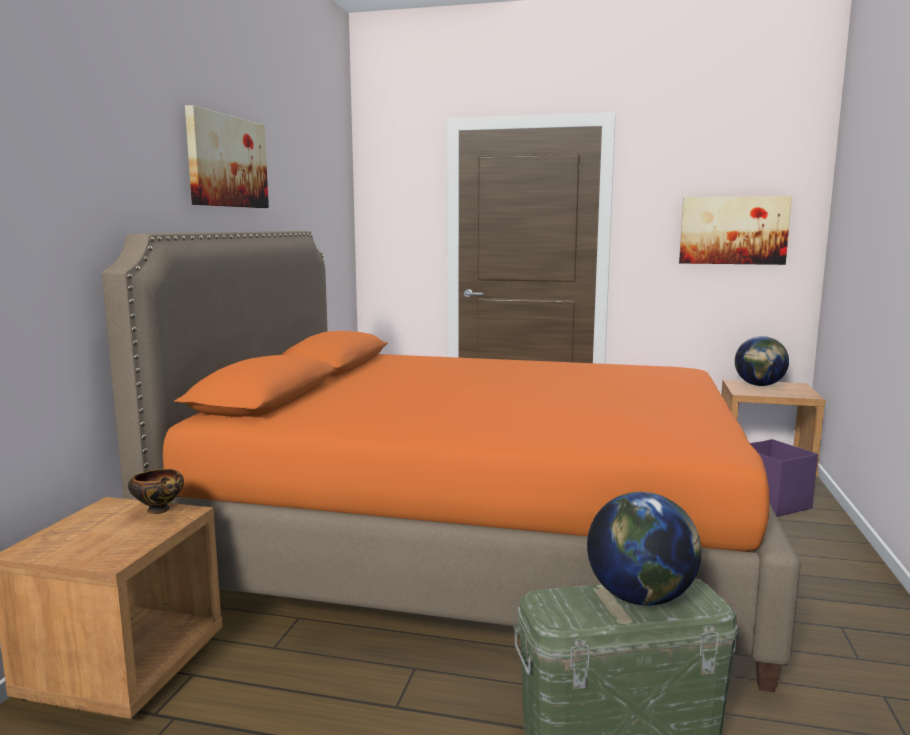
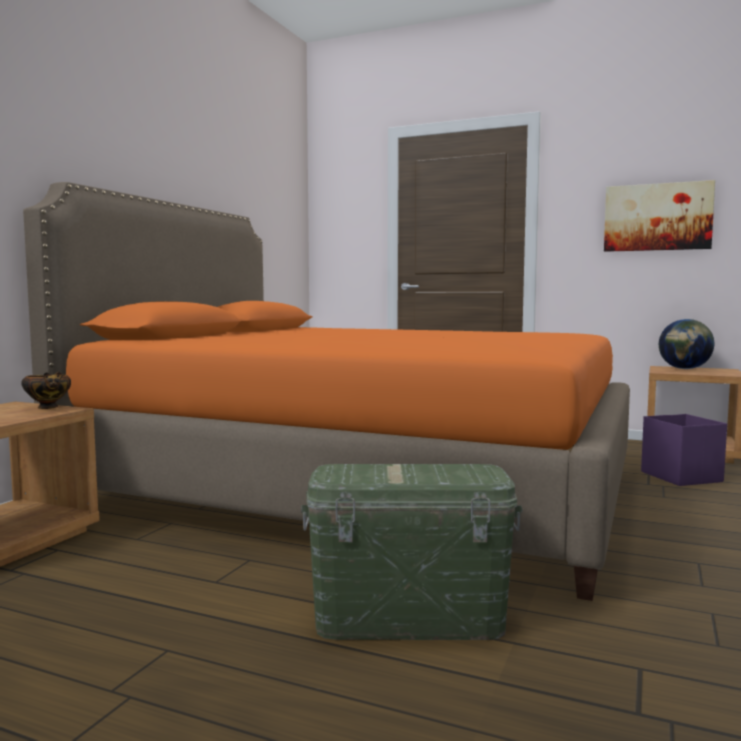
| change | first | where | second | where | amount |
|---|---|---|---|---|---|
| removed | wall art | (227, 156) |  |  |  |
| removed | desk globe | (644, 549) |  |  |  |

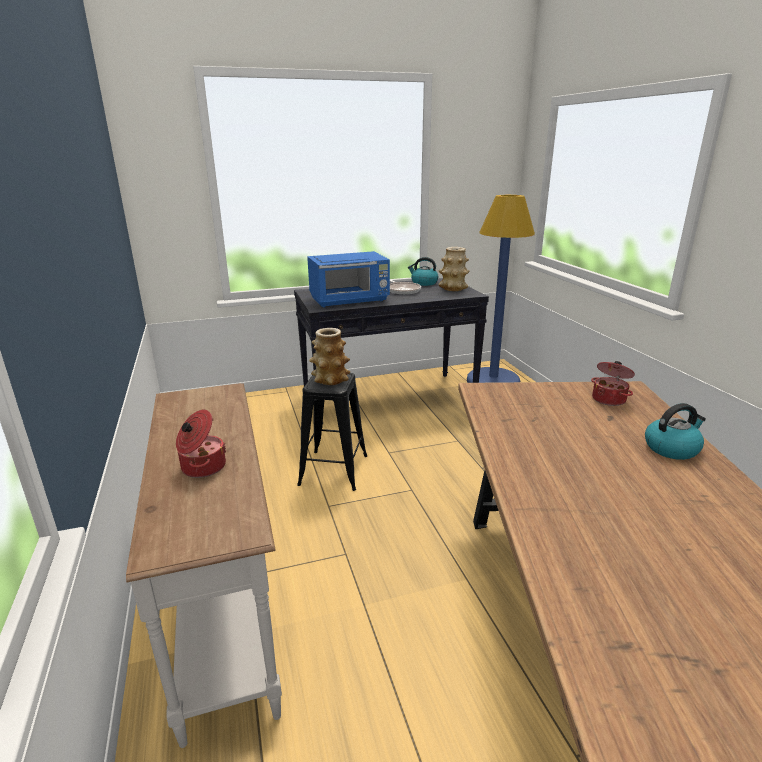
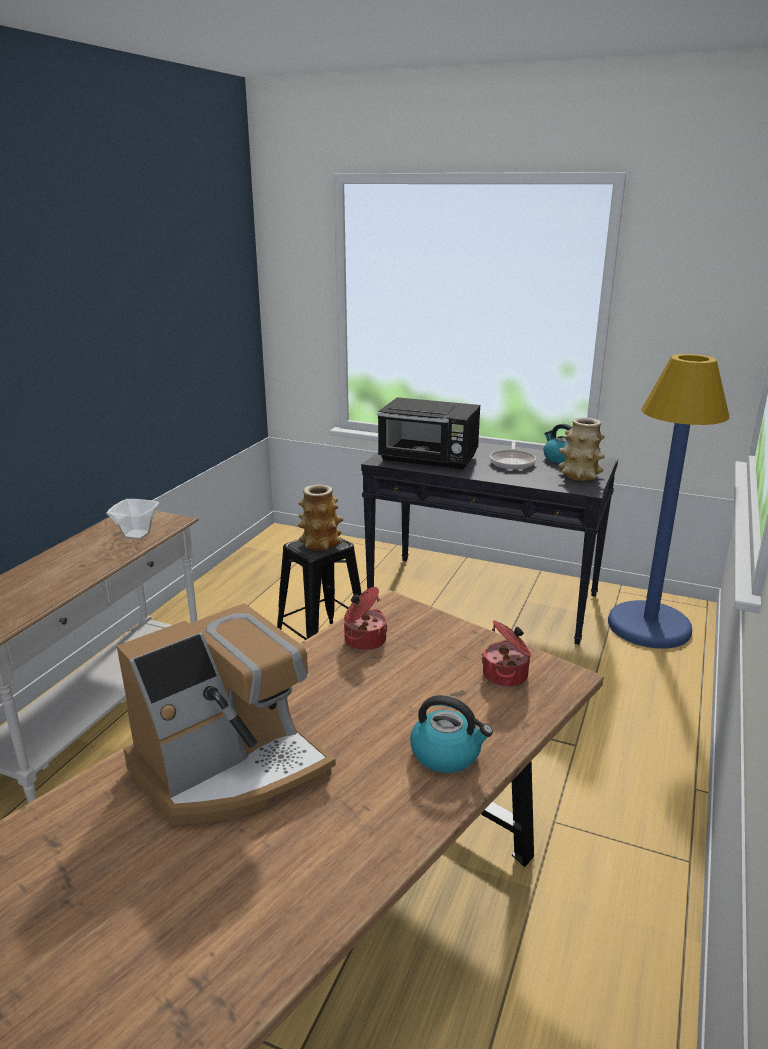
| change | first | where | second | where | amount |
|---|---|---|---|---|---|
| added |  |  | bowl | (132, 519) |  |
| added |  |  | coffee machine | (226, 714) |  |
| moved | saucepot | (201, 444) |  | (366, 619) |  |
| recoloured | blue-coloured kitchen microwave | (348, 279) | black kitchen microwave | (428, 433) |  |

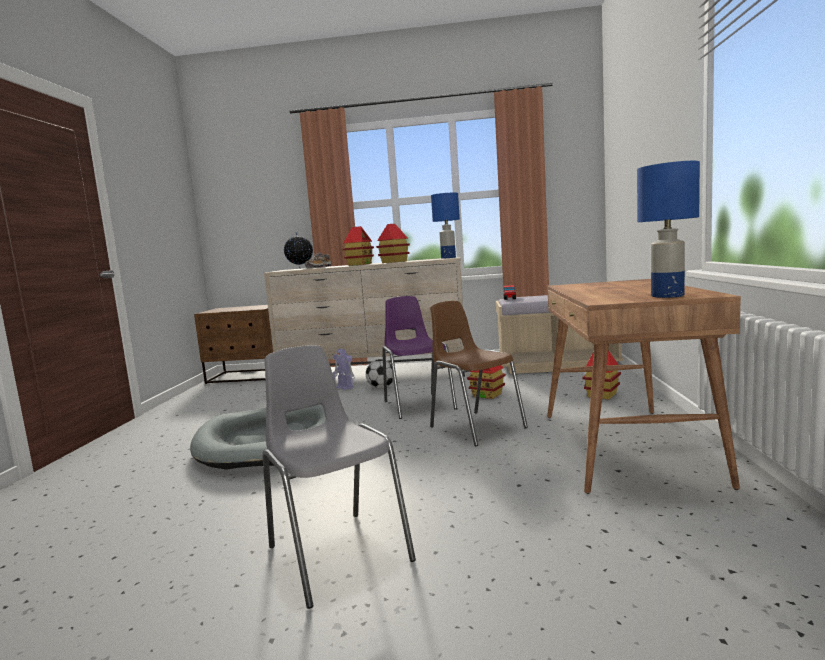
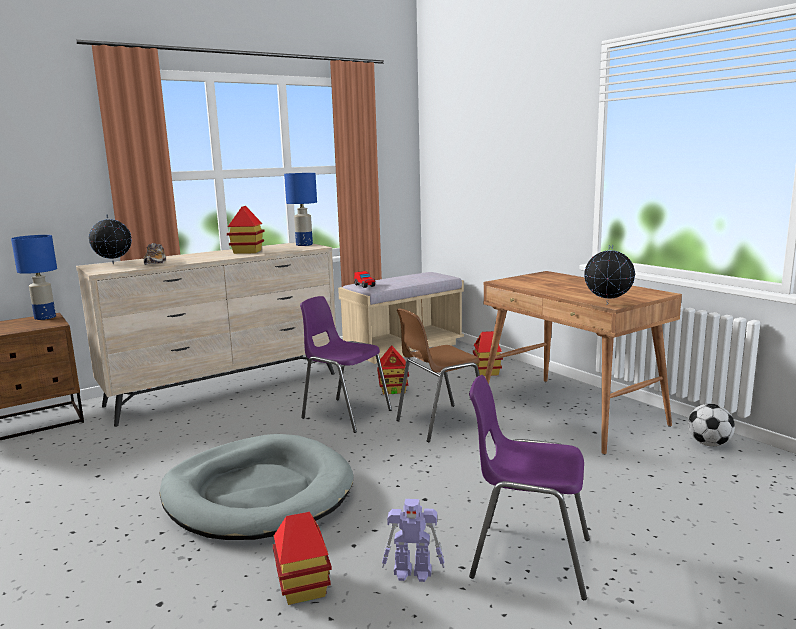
| change | first | where | second | where | amount |
|---|---|---|---|---|---|
| moved | blue-coloured table lamp | (668, 229) |  | (34, 277) |  |
| moved | toy house | (358, 246) |  | (302, 558) |  |
| moved | toy robot | (344, 369) |  | (413, 540) |  |
| turned | brown plain chair | (479, 373) |  | (438, 375) | 45 degrees counterclockwise |
| recoloured | gray plain chair | (339, 477) | purple plain chair | (529, 487) |  |
| added |  |  | desk globe | (609, 275) |  |
| moved | ball for football | (379, 374) |  | (711, 425) |  |

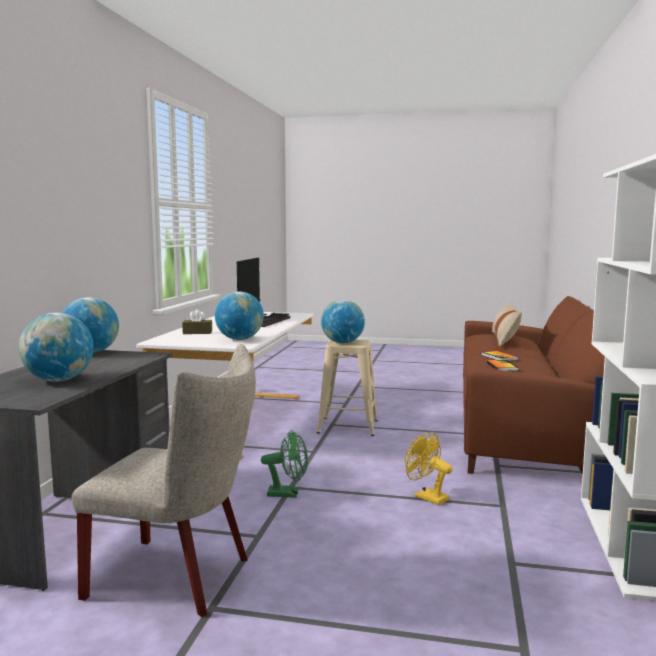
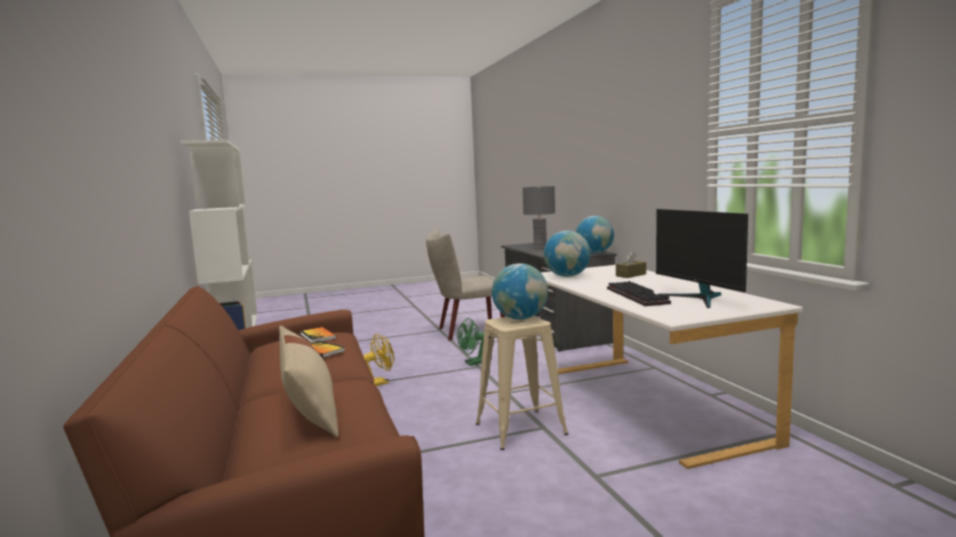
| change | first | where | second | where | amount |
|---|---|---|---|---|---|
| turned | yellow-coloured electric fan | (429, 468) |  | (378, 359) | 45 degrees counterclockwise |
| replaced | desk globe | (56, 347) | gray table lamp | (539, 217) |  |

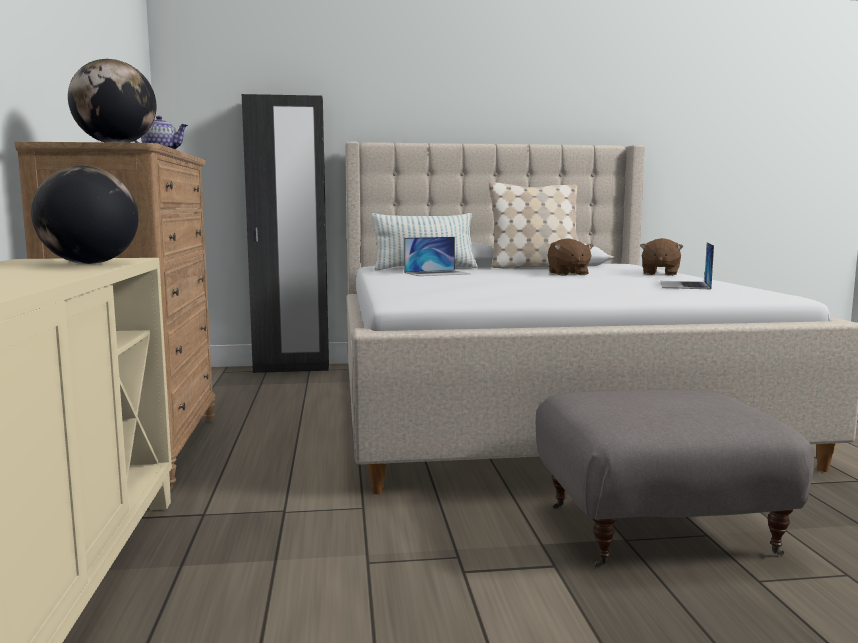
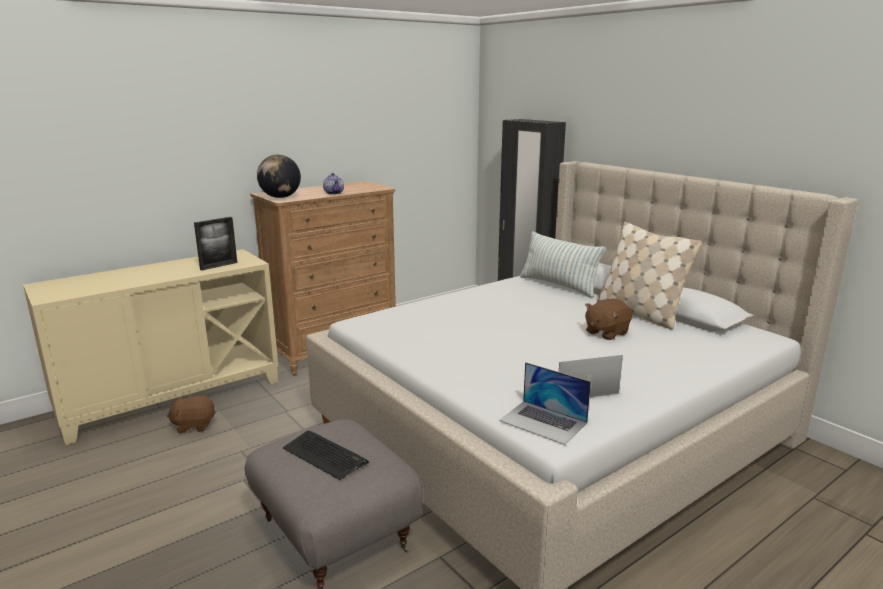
| change | first | where | second | where | amount |
|---|---|---|---|---|---|
| moved | brown soft toy | (661, 257) |  | (191, 414) |  |
| replaced | desk globe | (85, 215) | photo frame | (215, 243) |  |
| added |  |  | computer keyboard | (326, 455) |  |
| moved | laptop | (437, 256) |  | (545, 403) |  |

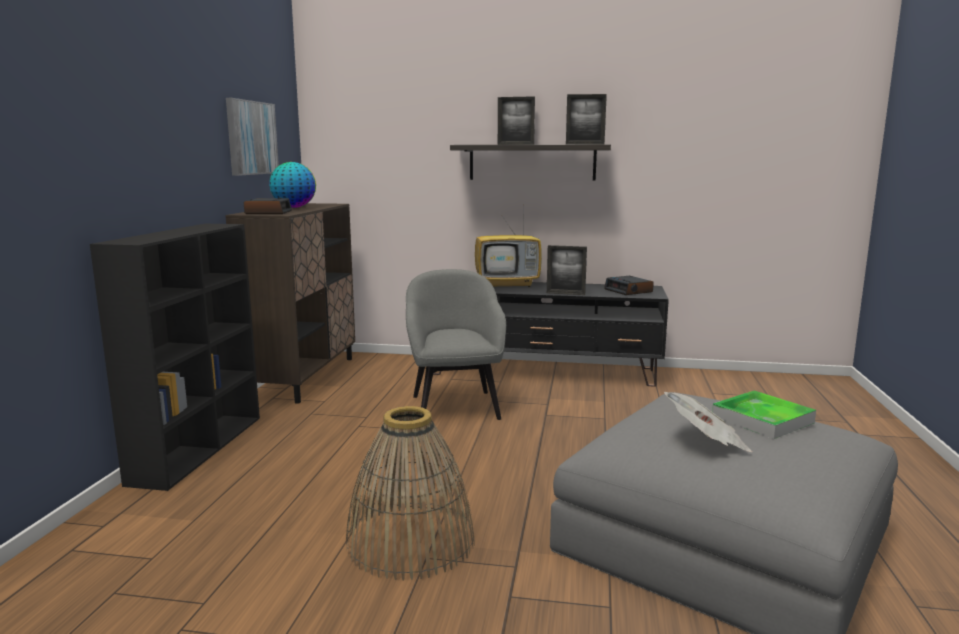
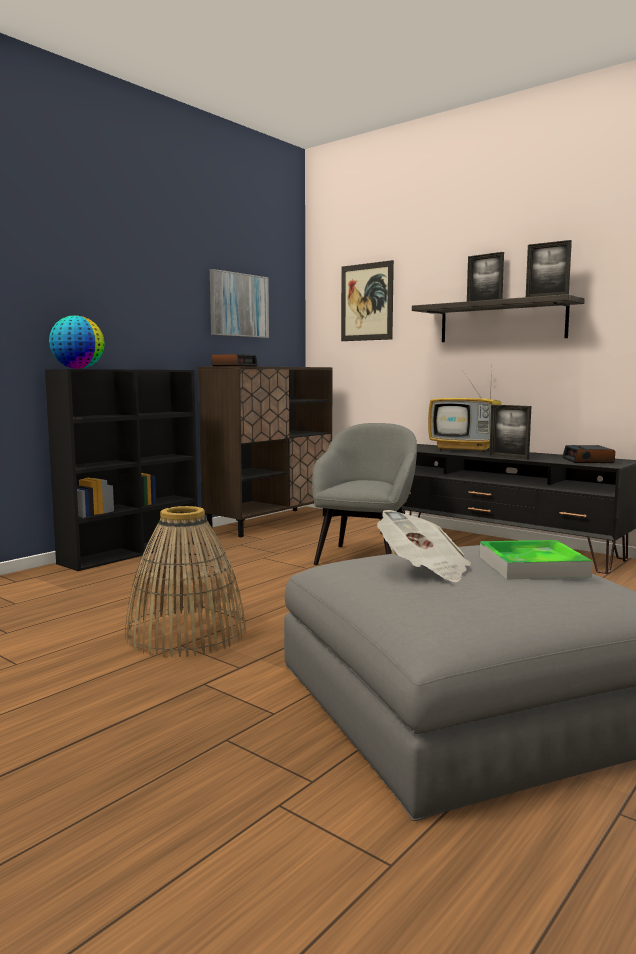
| change | first | where | second | where | amount |
|---|---|---|---|---|---|
| moved | desk globe | (292, 185) |  | (77, 342) |  |
| added |  |  | wall art | (367, 300) |  |

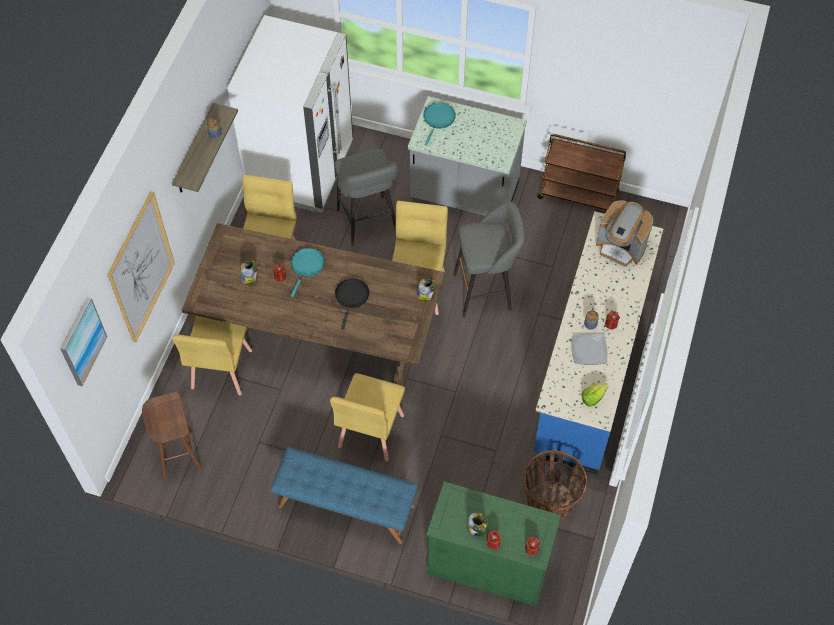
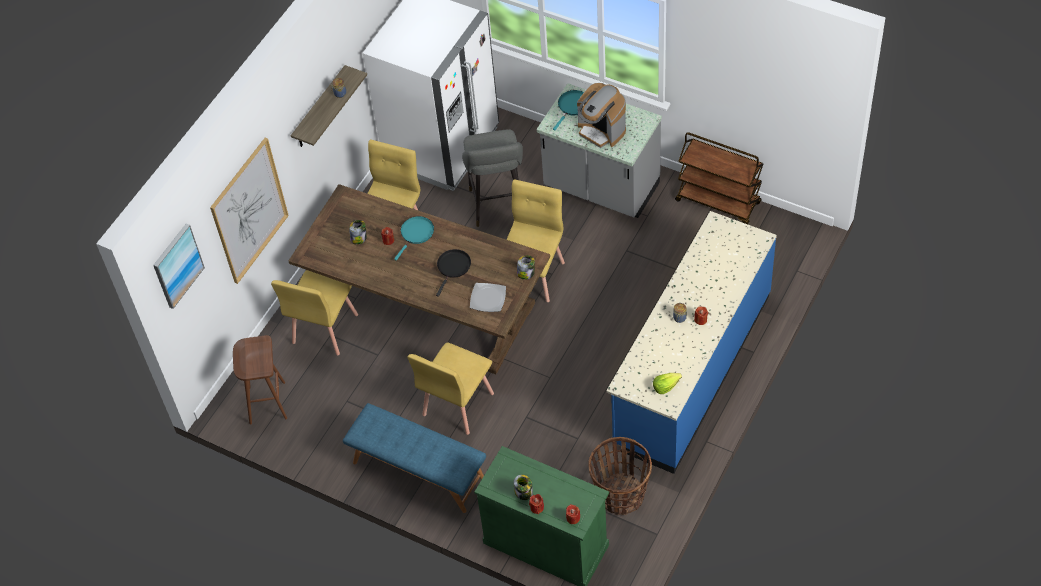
| change | first | where | second | where | amount |
|---|---|---|---|---|---|
| moved | flat dish | (589, 349) |  | (488, 297) |  |
| moved | coffee machine | (624, 233) |  | (601, 115) |  |
| removed | gray sitting stool | (489, 259) |  |  |  |

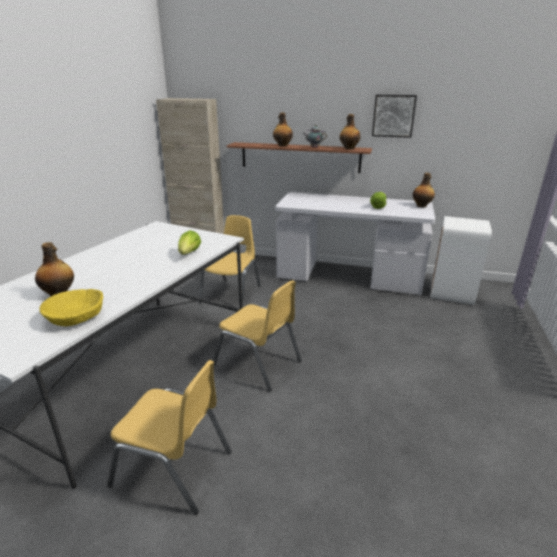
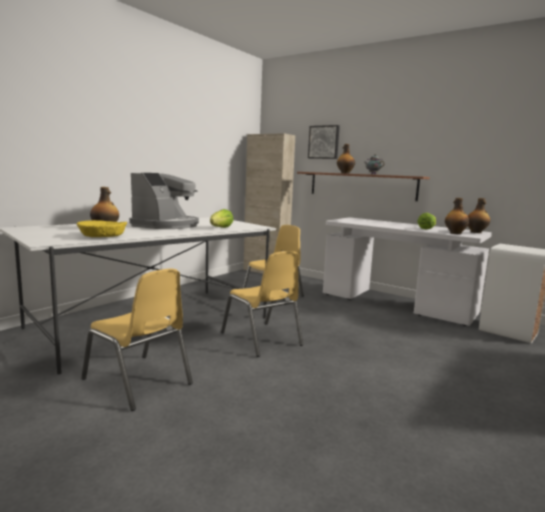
| change | first | where | second | where | amount |
|---|---|---|---|---|---|
| added |  |  | coffee machine | (164, 201) |  |
| moved | wall art | (394, 116) |  | (324, 142) |  |
| moved | drink bottle | (350, 132) |  | (457, 216) |  |

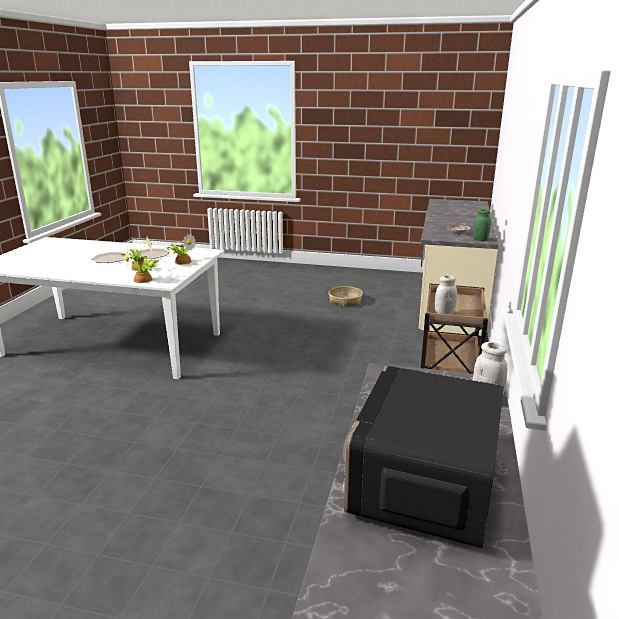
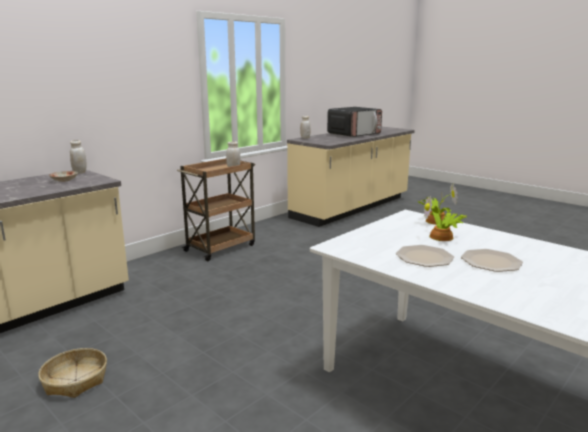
| change | first | where | second | where | amount |
|---|---|---|---|---|---|
| recoloured | greenish jar | (482, 225) | white jar | (78, 157) |  |
| removed | plant in a pot | (181, 248) |  |  |  |

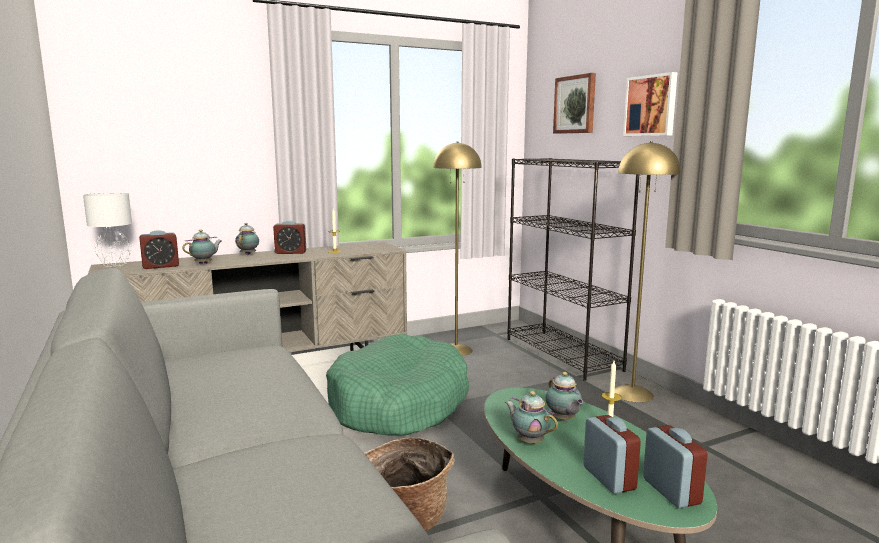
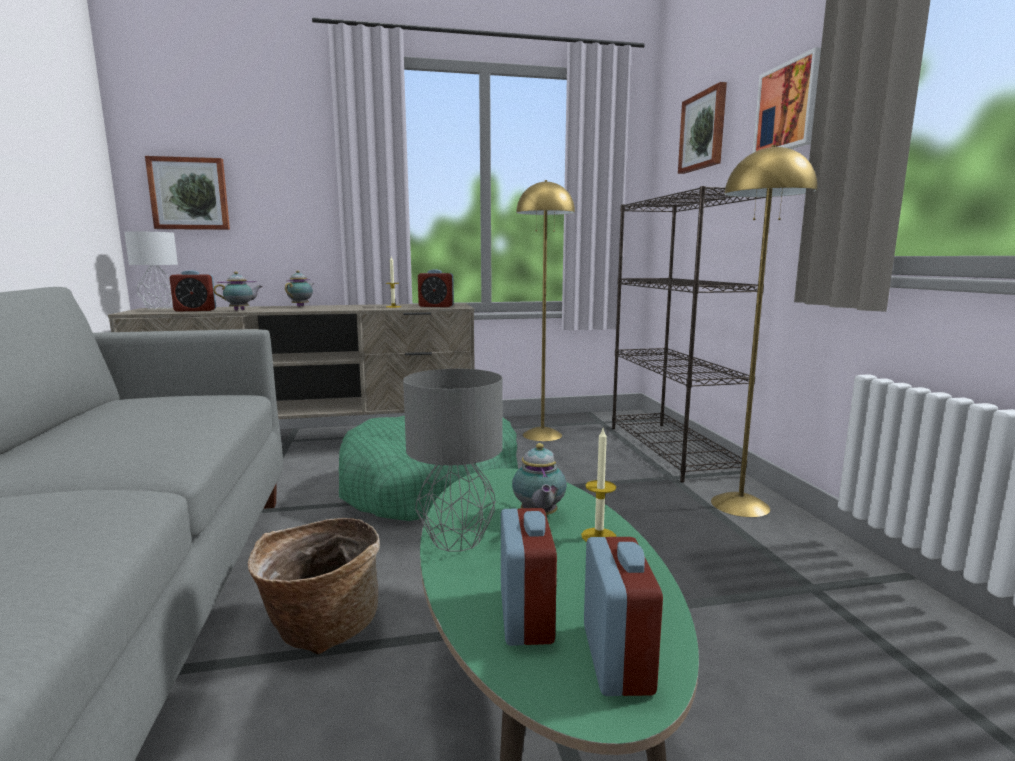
| change | first | where | second | where | amount |
|---|---|---|---|---|---|
| added |  |  | wall art | (187, 193) |  |
| replaced | pot for tea | (531, 417) | gray table lamp | (453, 460) |  |
| moved | alarm clock | (289, 237) |  | (436, 288) |  |

